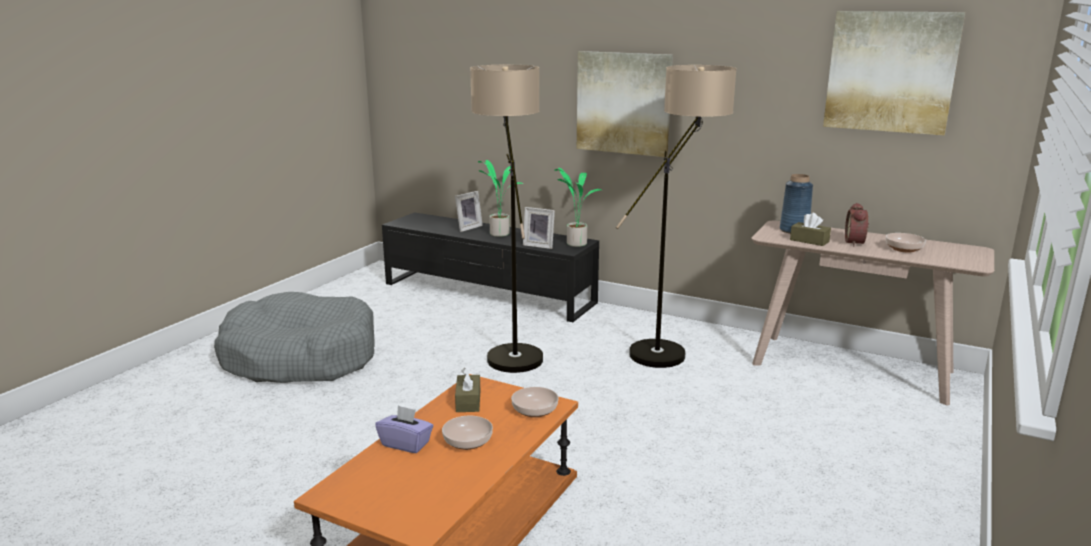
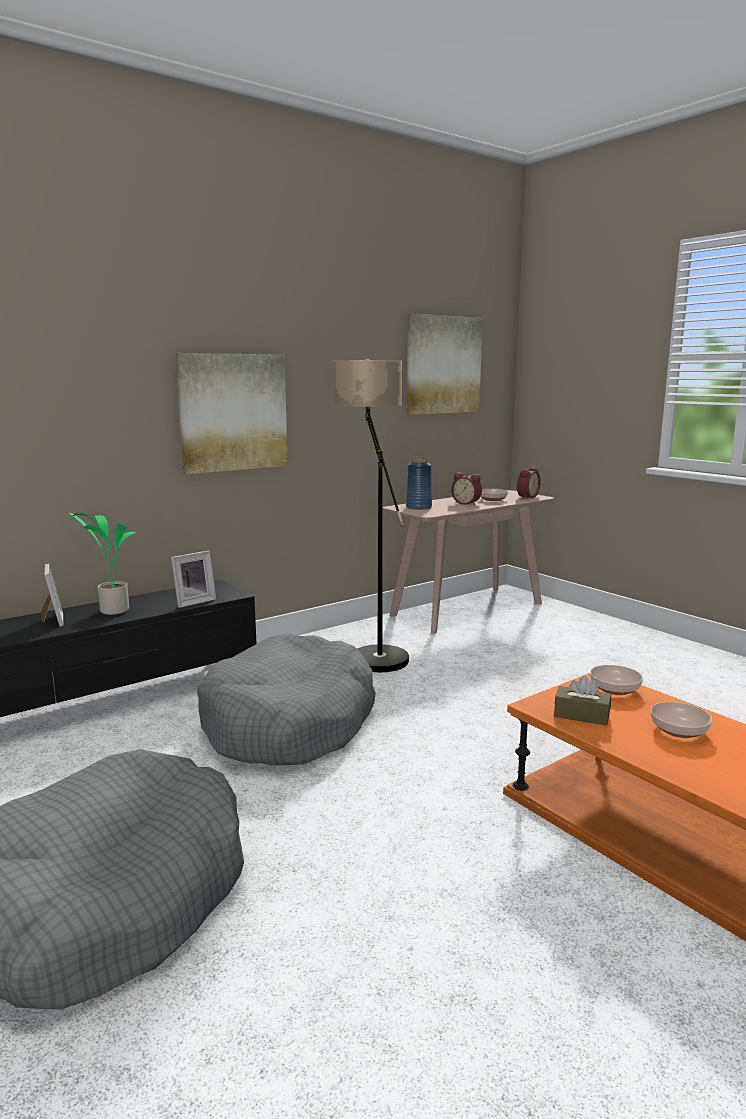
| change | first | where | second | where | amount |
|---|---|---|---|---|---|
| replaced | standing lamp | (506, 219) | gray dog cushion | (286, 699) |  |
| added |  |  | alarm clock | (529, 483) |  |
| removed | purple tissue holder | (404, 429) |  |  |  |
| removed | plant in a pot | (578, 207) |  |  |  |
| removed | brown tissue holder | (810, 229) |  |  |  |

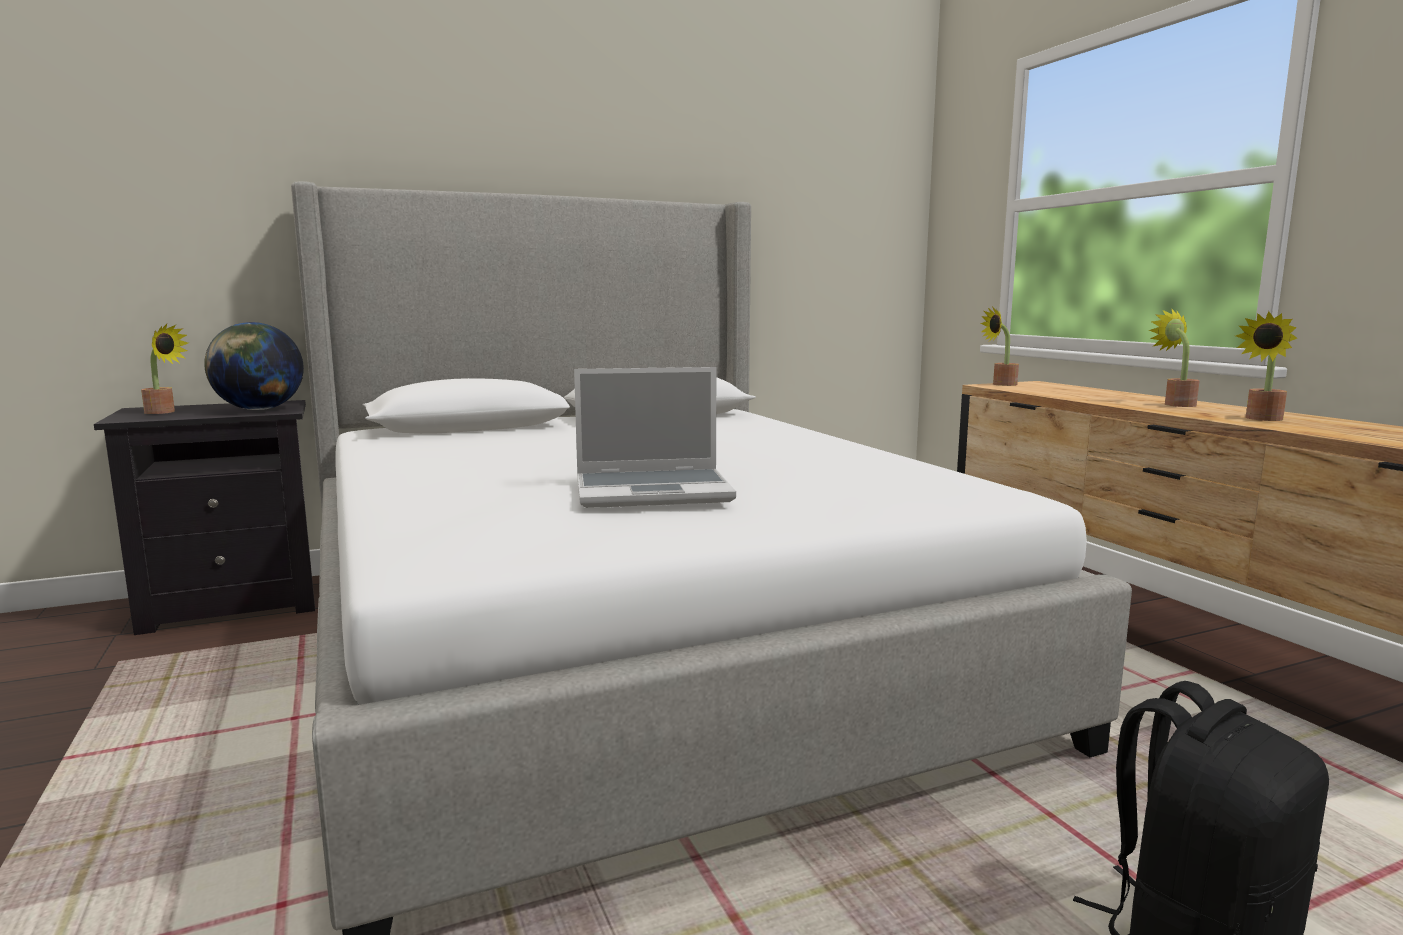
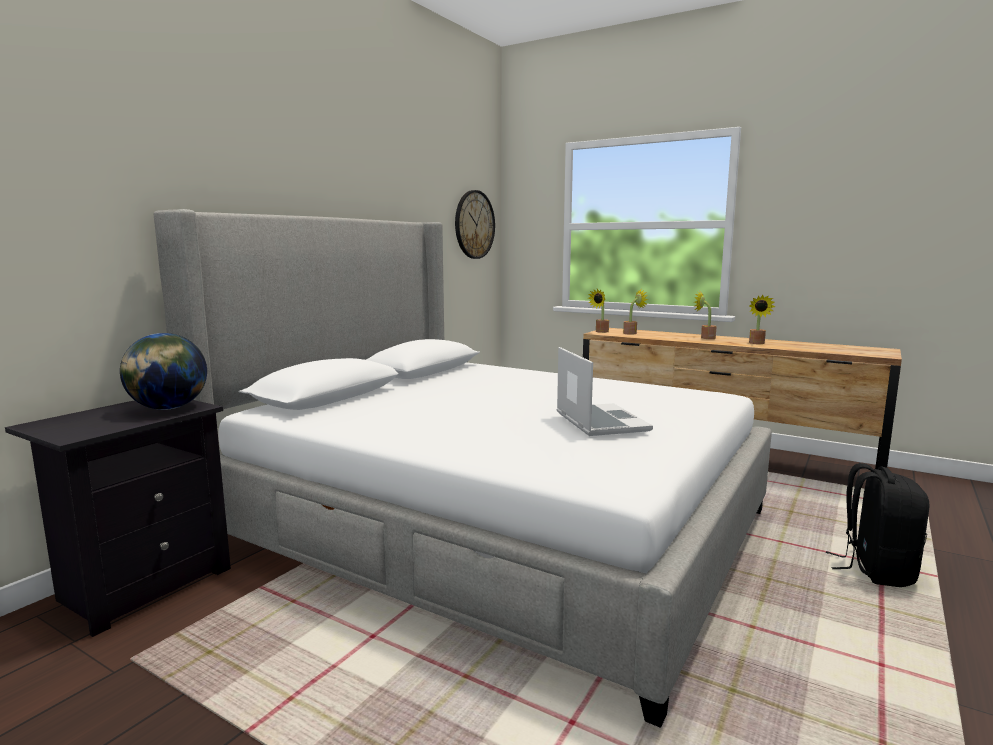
| change | first | where | second | where | amount |
|---|---|---|---|---|---|
| added |  |  | clock on the wall | (475, 224) |  |
| turned | laptop | (655, 437) |  | (605, 391) | 60 degrees counterclockwise |
| moved | plant in a pot | (164, 369) |  | (635, 312) |  |

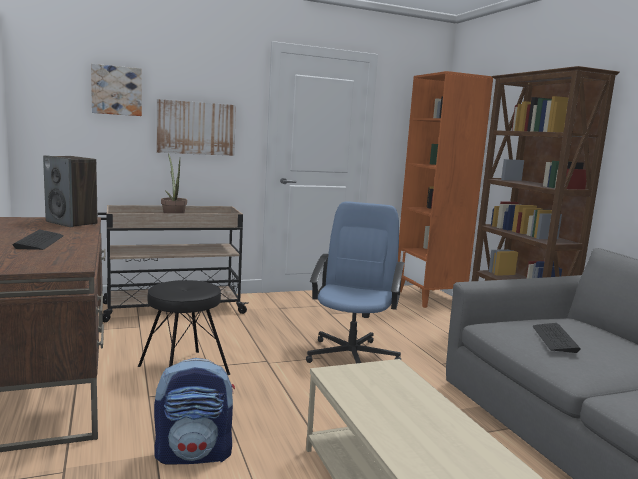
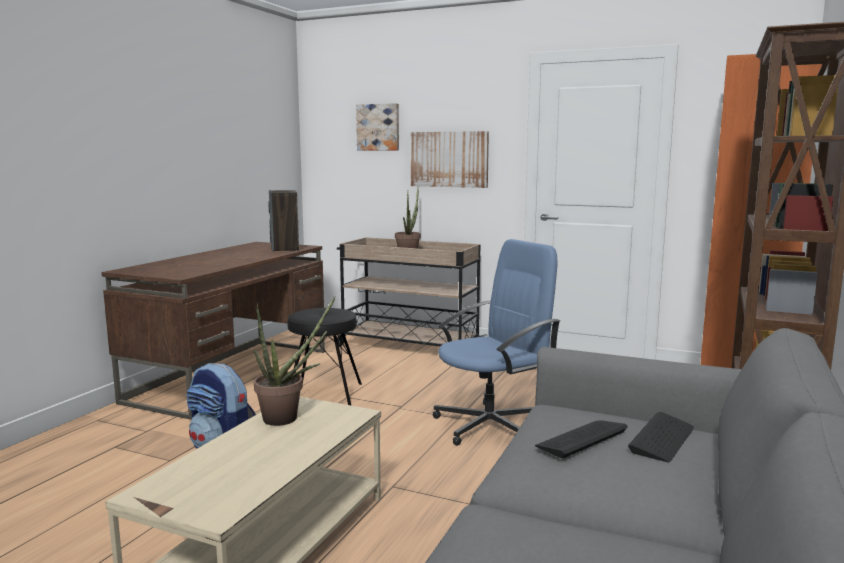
| change | first | where | second | where | amount |
|---|---|---|---|---|---|
| added |  |  | plant in a pot | (295, 361) |  |
| moved | computer keyboard | (38, 240) |  | (661, 437) |  |

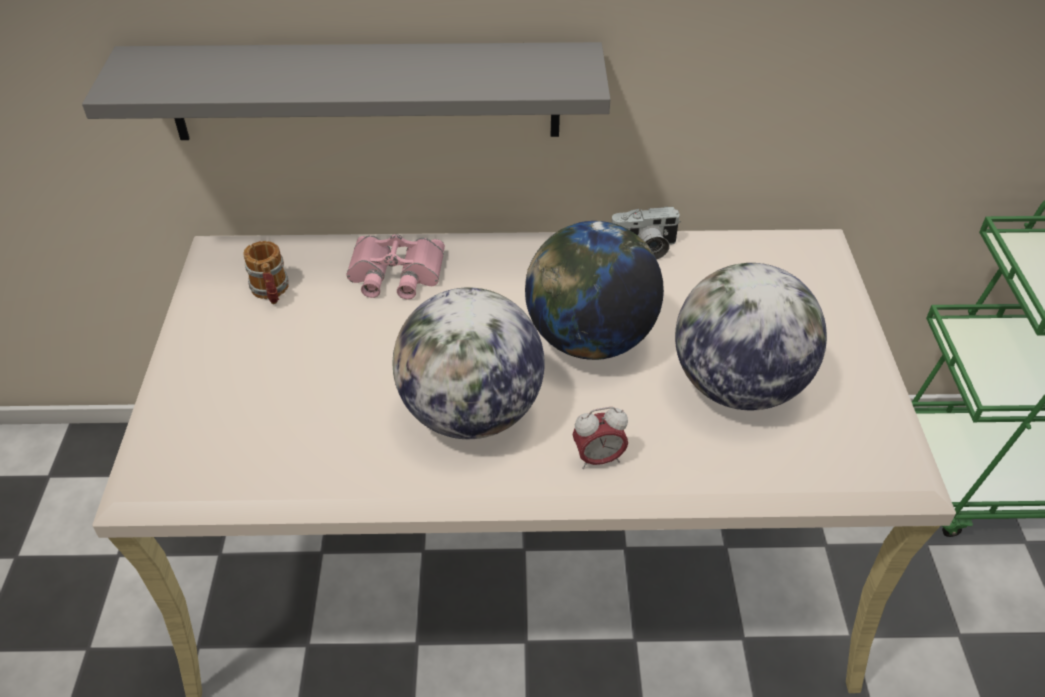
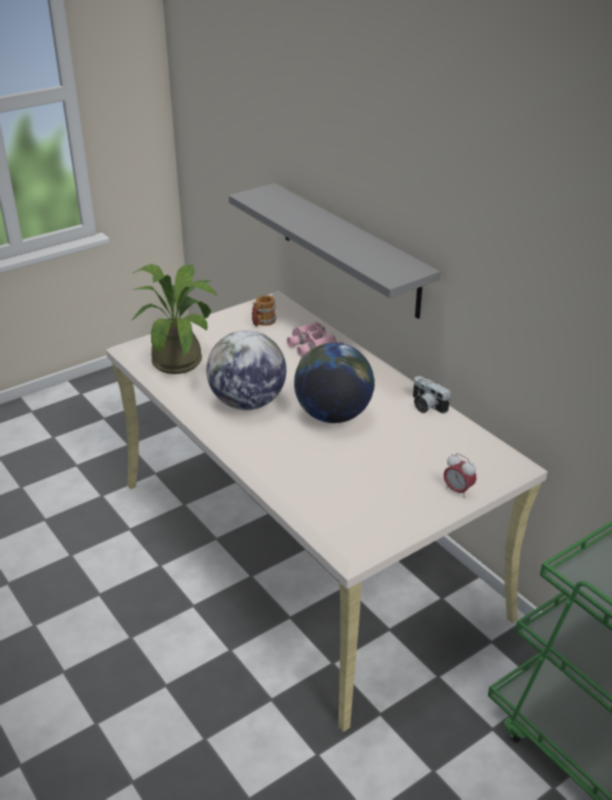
| change | first | where | second | where | amount |
|---|---|---|---|---|---|
| added |  |  | plant in a pot | (174, 319) |  |
| moved | alarm clock | (600, 438) |  | (460, 475) |  |
| removed | desk globe | (751, 336) |  |  |  |

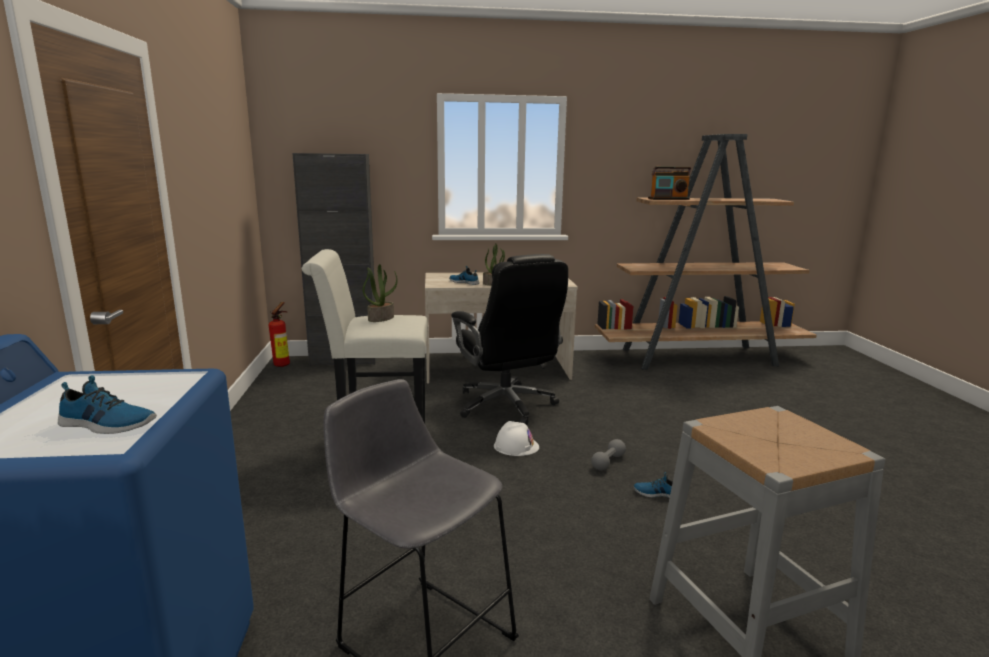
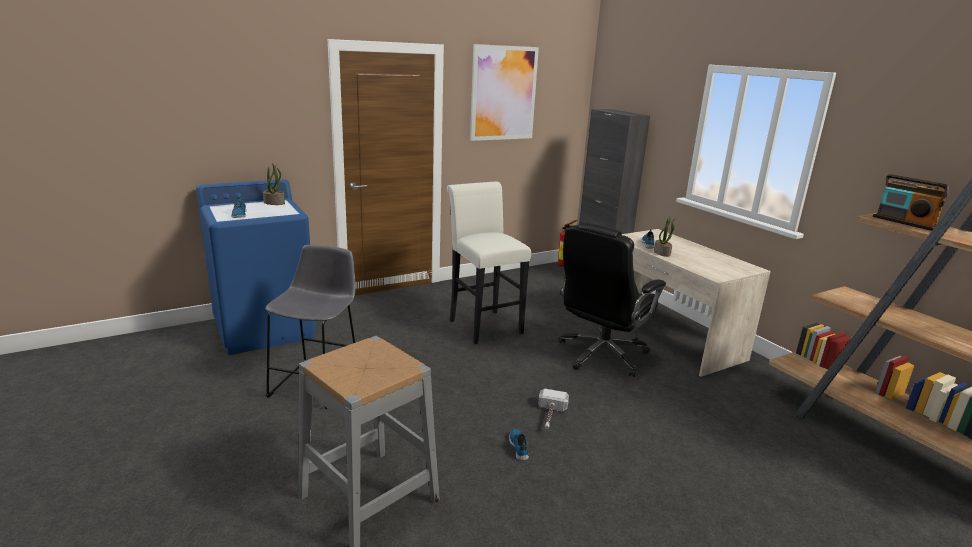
| change | first | where | second | where | amount |
|---|---|---|---|---|---|
| moved | plant in a pot | (380, 293) |  | (274, 184) |  |
| added |  |  | wall art | (504, 92) |  |
| replaced | gray dumbbell | (608, 454) | hand hammer | (553, 408) |  |
| removed | white hard hat | (516, 438) |  |  |  |

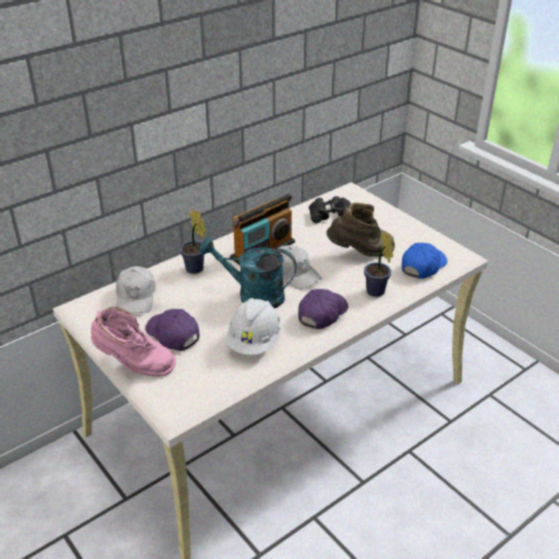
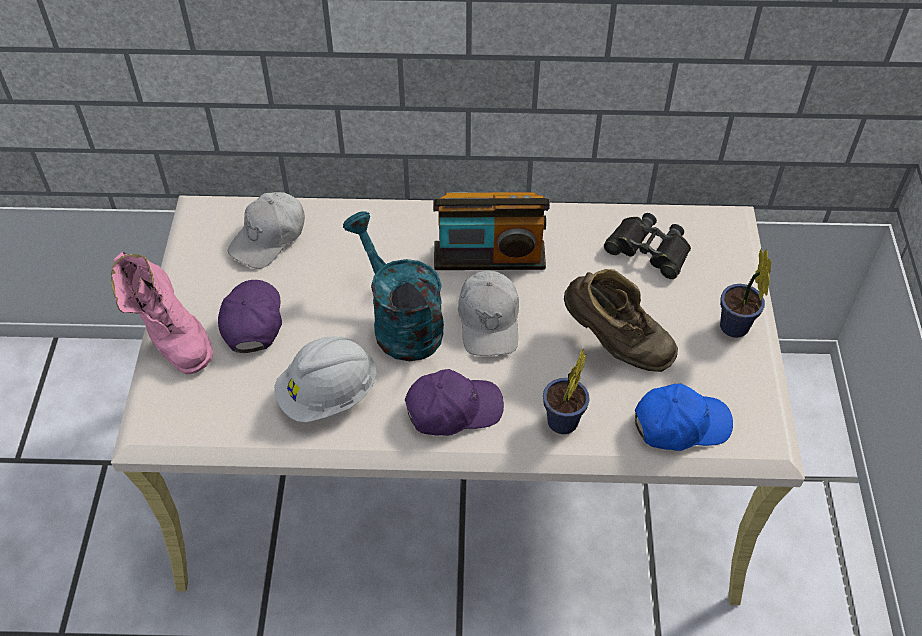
| change | first | where | second | where | amount |
|---|---|---|---|---|---|
| moved | plant in a pot | (193, 241) |  | (745, 293) |  |

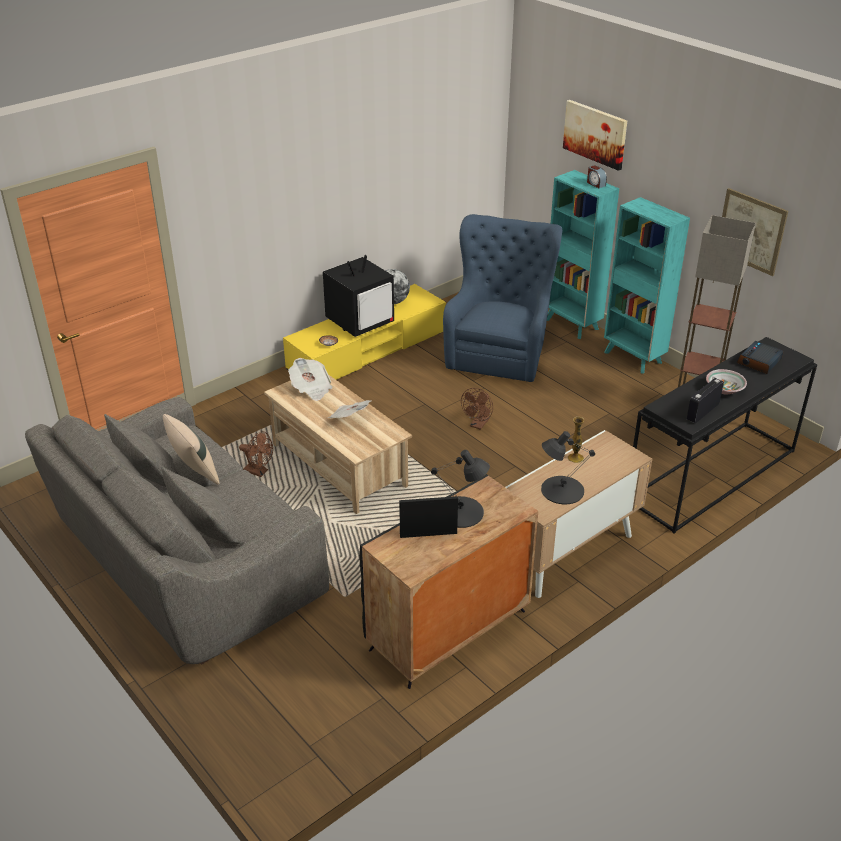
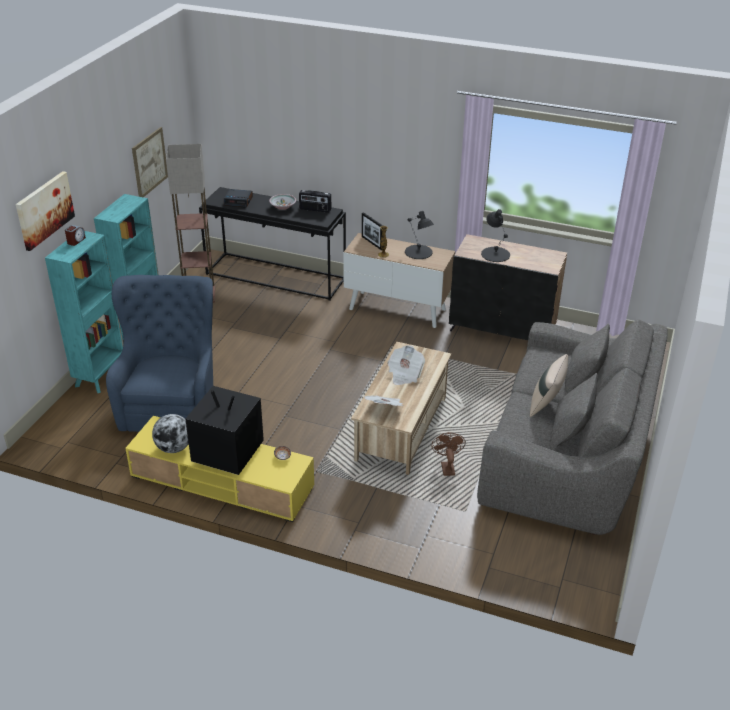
| change | first | where | second | where | amount |
|---|---|---|---|---|---|
| turned | blue-coloured armchair | (502, 298) |  | (159, 353) | 105 degrees clockwise |
| moved | photo frame | (428, 517) |  | (372, 231) |  |
| removed | brown electric fan | (477, 409) |  |  |  |

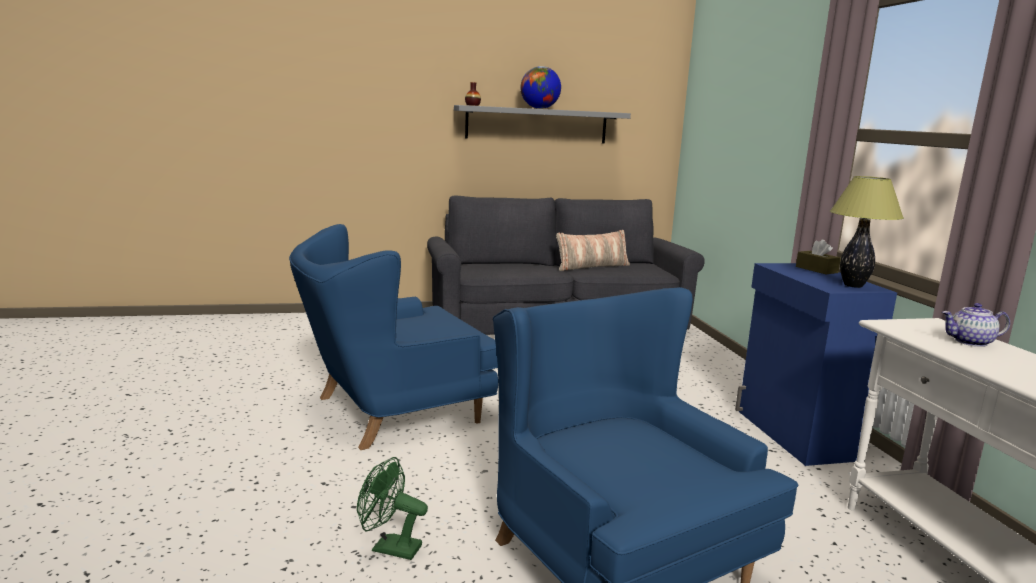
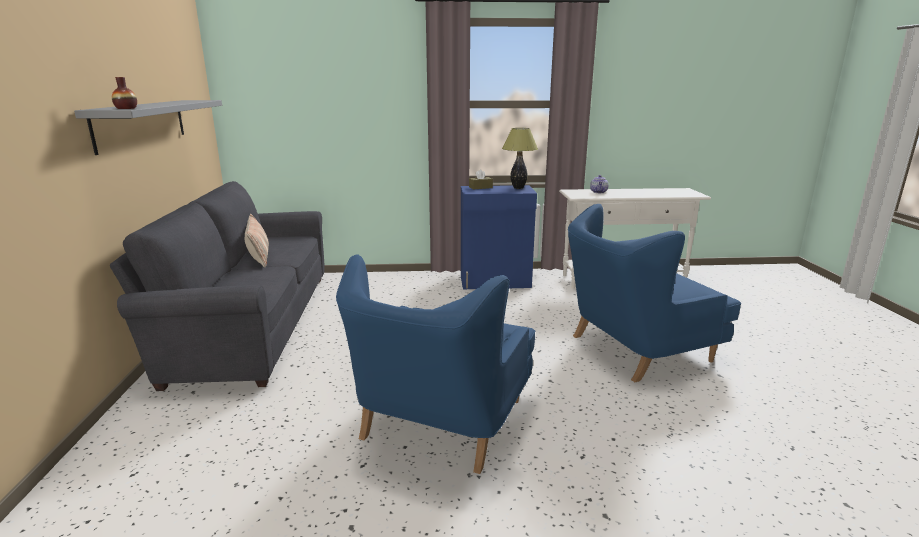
| change | first | where | second | where | amount |
|---|---|---|---|---|---|
| turned | blue-coloured armchair | (393, 337) |  | (435, 364) | 45 degrees clockwise |
| removed | greenish electric fan | (392, 508) |  |  |  |
| removed | desk globe | (540, 87) |  |  |  |

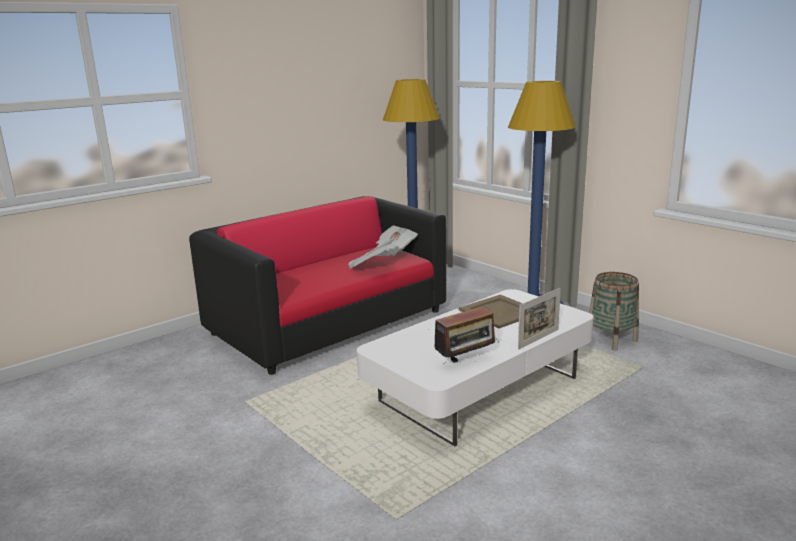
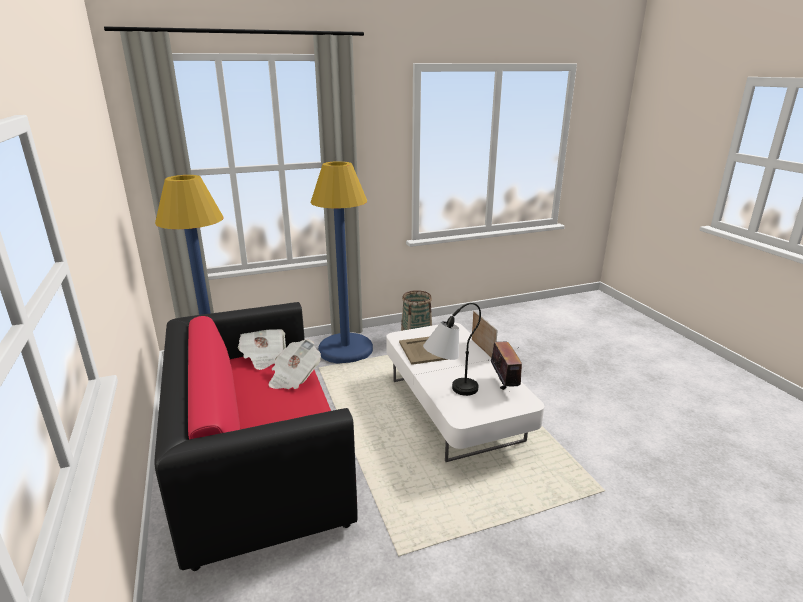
| change | first | where | second | where | amount |
|---|---|---|---|---|---|
| added |  |  | table lamp | (452, 349) |  |

